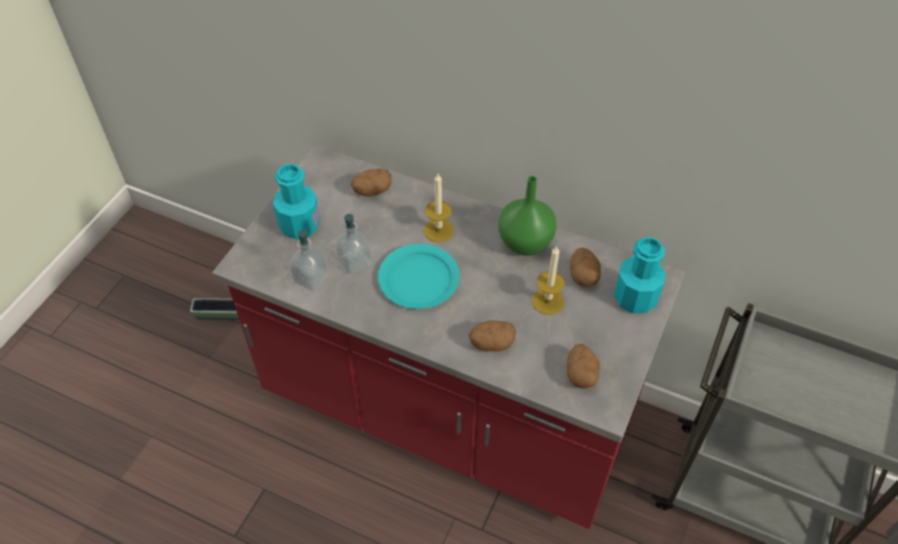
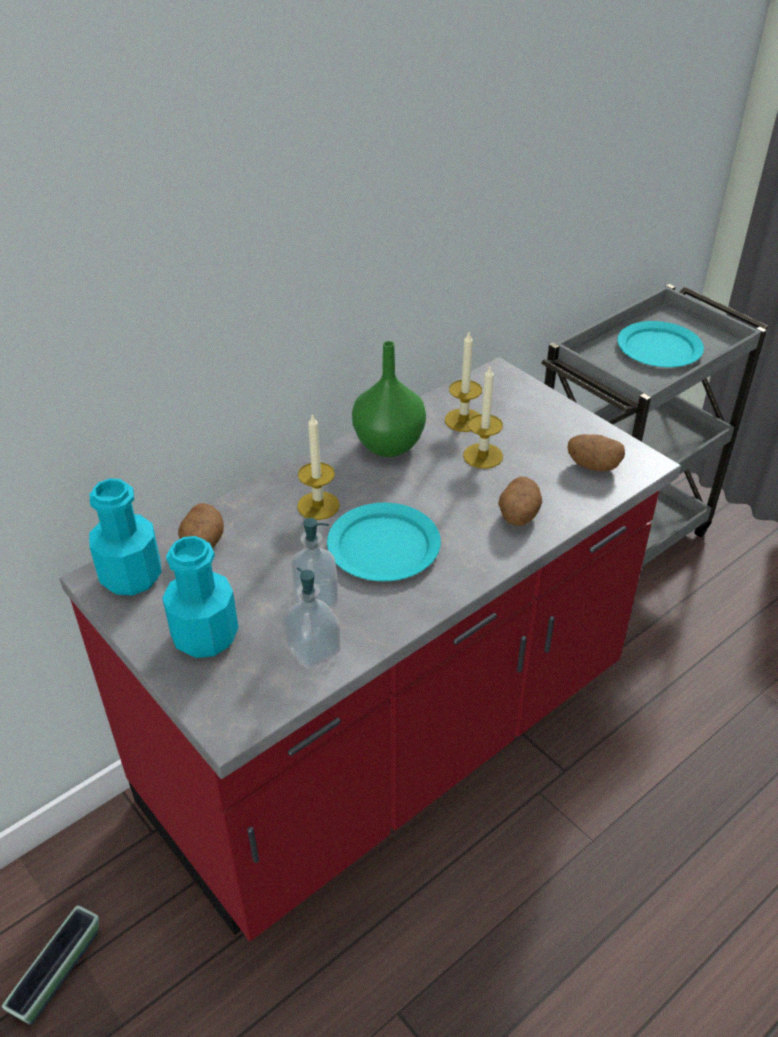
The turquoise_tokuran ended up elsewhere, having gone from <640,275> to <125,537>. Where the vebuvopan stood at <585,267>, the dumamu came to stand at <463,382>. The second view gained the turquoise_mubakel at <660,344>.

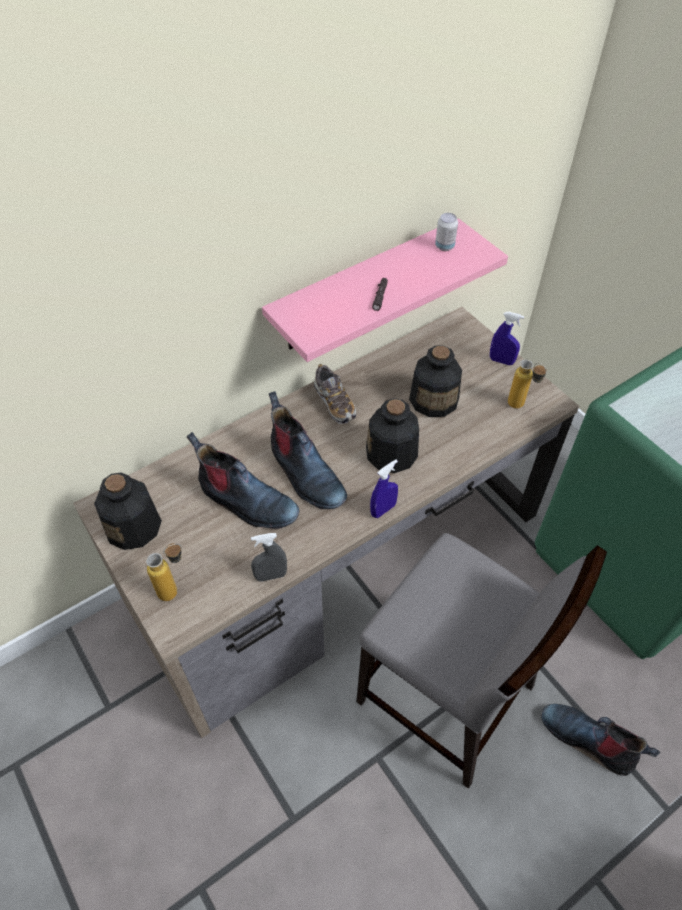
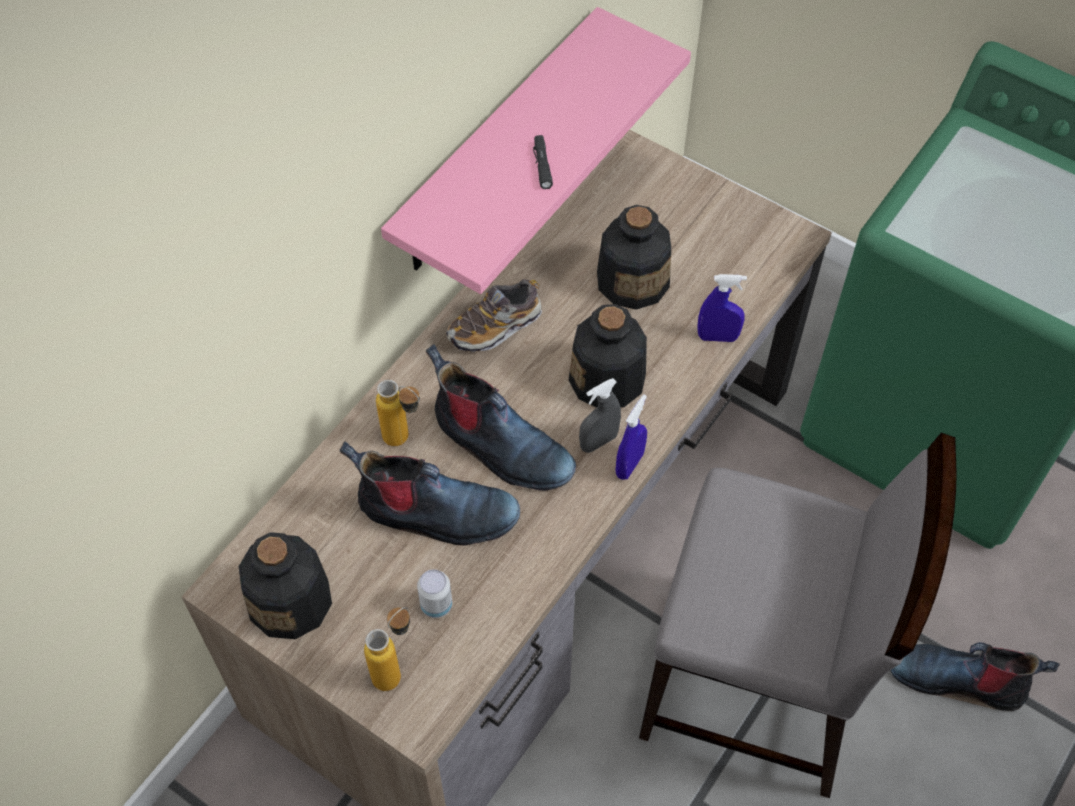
The tokuran ended up elsewhere, having gone from <527,384> to <398,413>. The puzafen ended up elsewhere, having gone from <446,232> to <434,593>. The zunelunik at <335,394> ended up facing another way, 105 degrees clockwise from before. The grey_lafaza ended up elsewhere, having gone from <269,557> to <600,415>. The blue_lafaza ended up elsewhere, having gone from <507,338> to <722,308>.

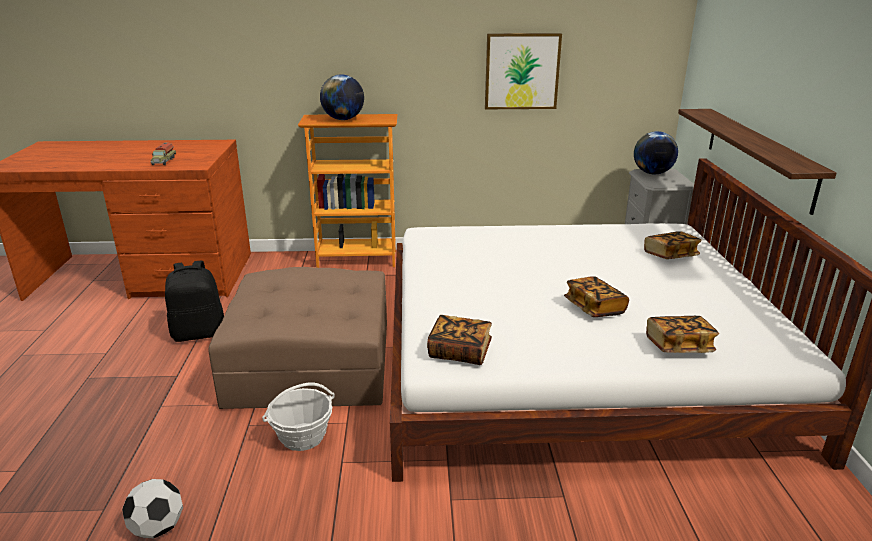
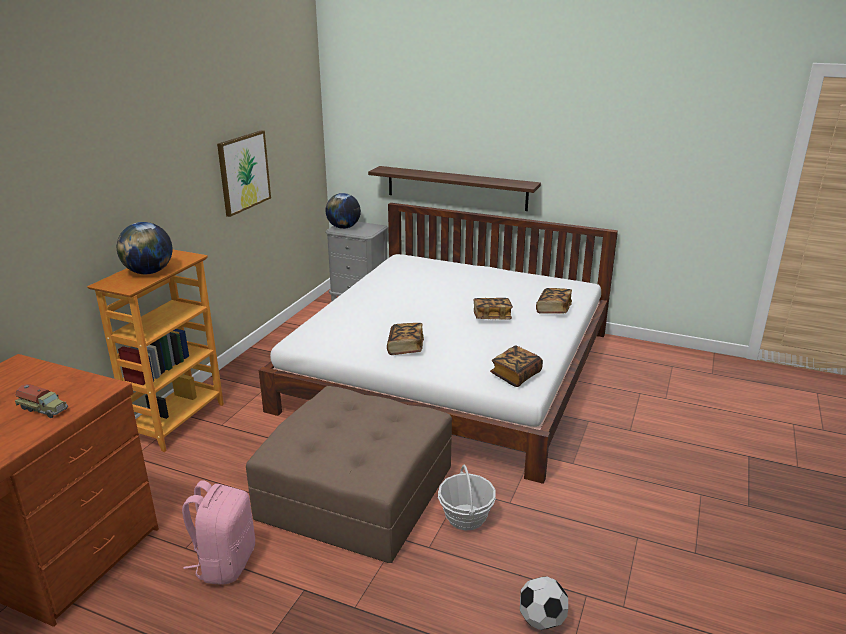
What was the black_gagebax at <194,301> turned into the pink_gagebax at <218,532>. The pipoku ended up elsewhere, having gone from <673,245> to <405,339>.

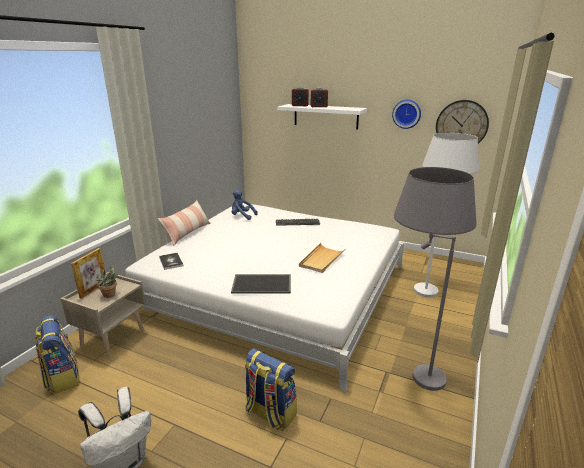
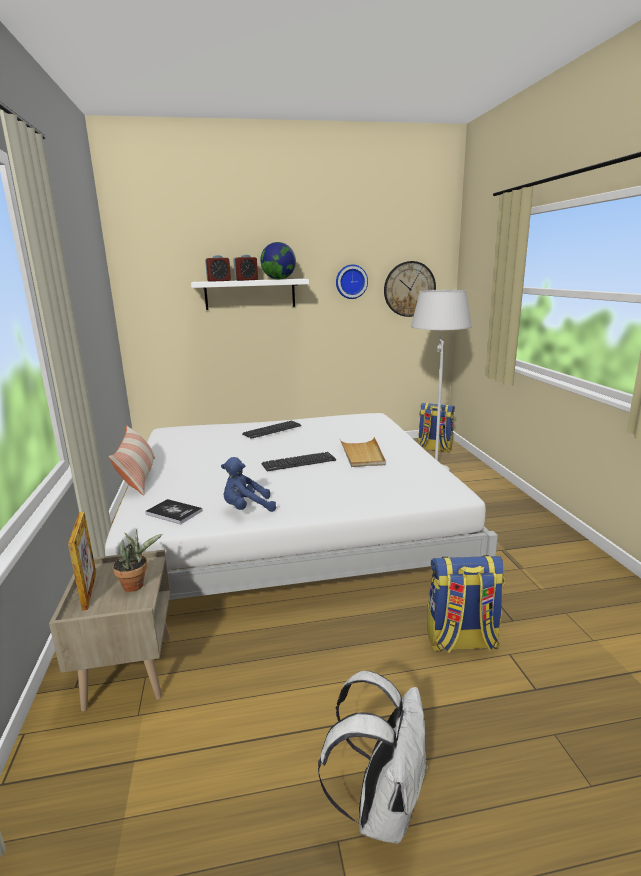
The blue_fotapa ended up elsewhere, having gone from <245,205> to <248,484>. The second view gained the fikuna at <278,260>. The second view gained the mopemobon at <299,461>. The gagebax ended up elsewhere, having gone from <57,354> to <436,428>. The second view lost the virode at <261,284>. The second view lost the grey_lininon at <435,279>.

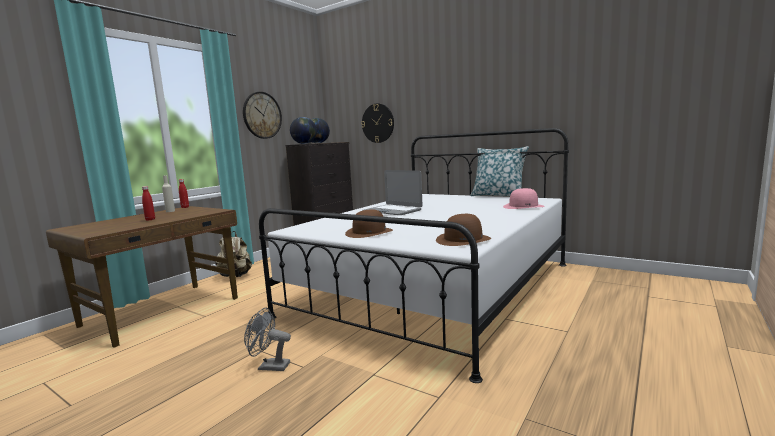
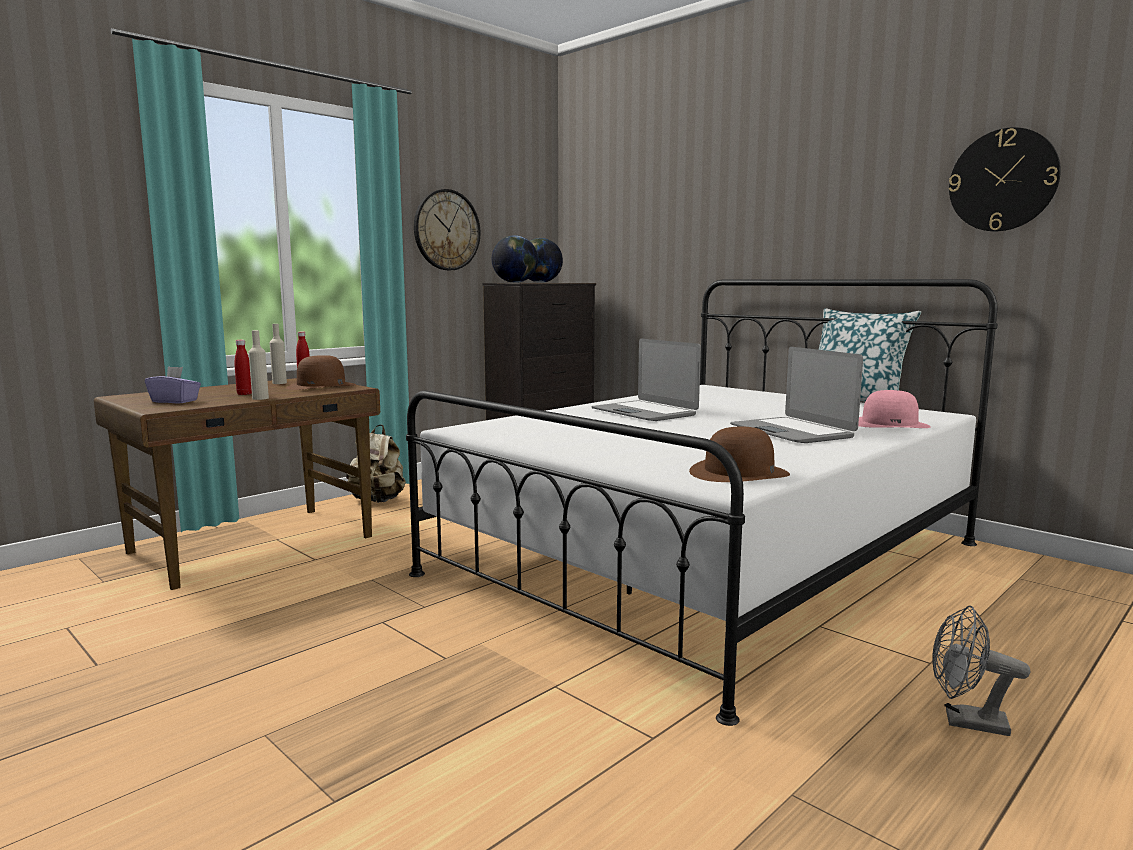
The second view gained the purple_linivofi at <173,385>. The second view gained the beige_tokuran at <259,365>. The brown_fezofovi ended up elsewhere, having gone from <369,223> to <321,372>. The second view gained the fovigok at <796,395>. The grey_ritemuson ended up elsewhere, having gone from <267,339> to <981,670>. The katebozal ended up elsewhere, having gone from <377,123> to <1005,179>.

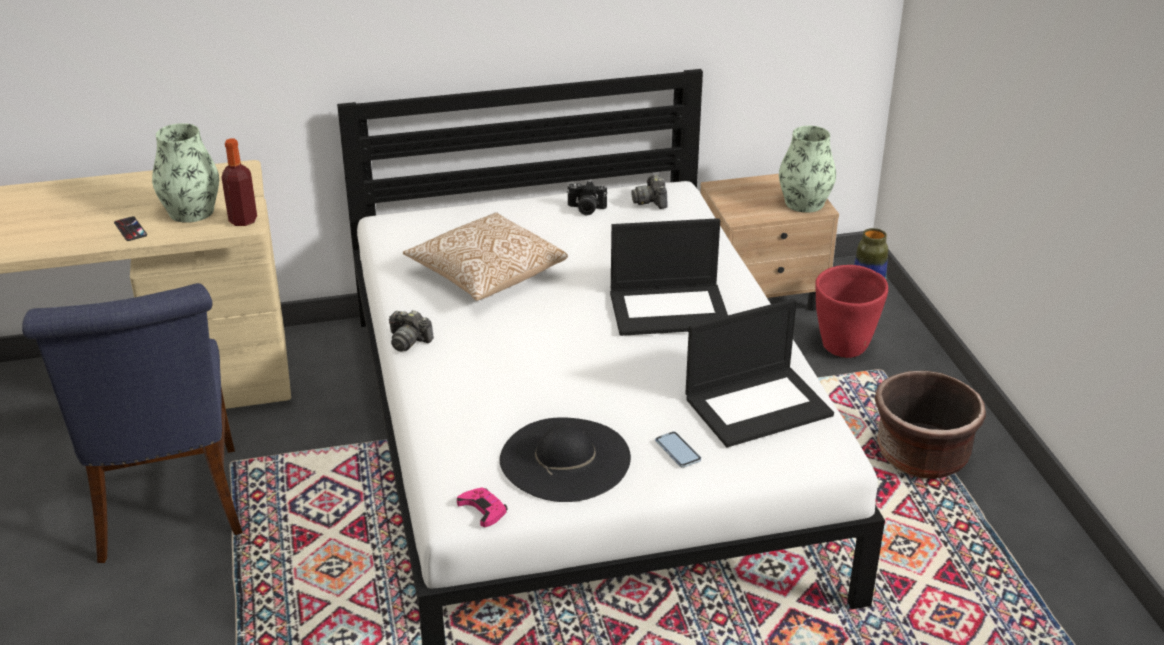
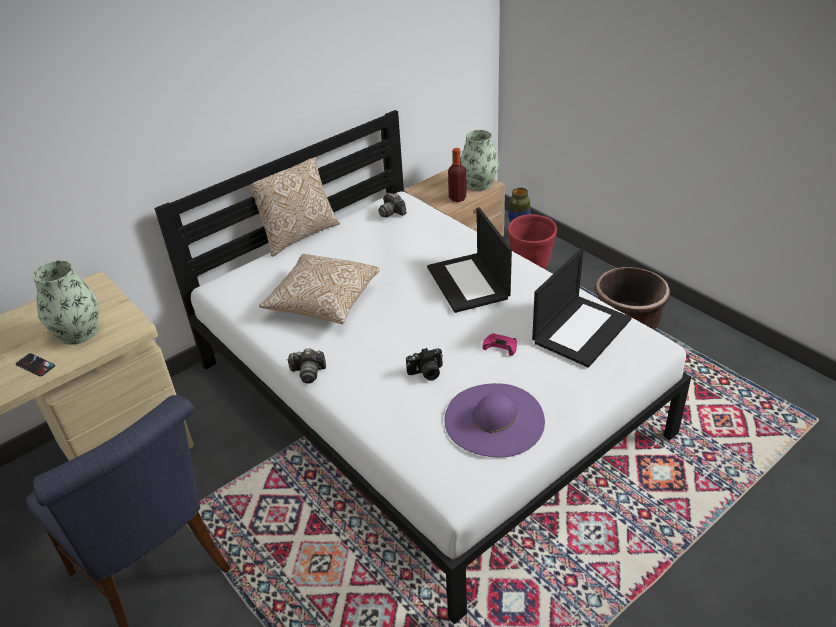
The second view gained the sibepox at <294,207>. The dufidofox ended up elsewhere, having gone from <587,198> to <424,364>. The fovigok at <669,277> ended up facing another way, 105 degrees clockwise from before. What was the black_fezofovi at <565,459> turned into the purple_fezofovi at <495,420>. The tokuran ended up elsewhere, having gone from <239,182> to <457,175>. The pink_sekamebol ended up elsewhere, having gone from <482,507> to <499,345>. The second view lost the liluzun at <678,449>.

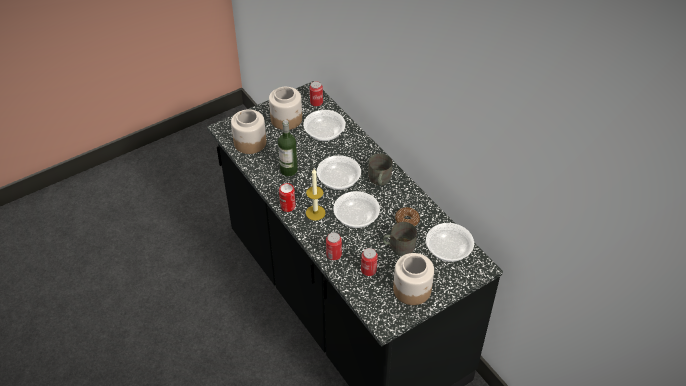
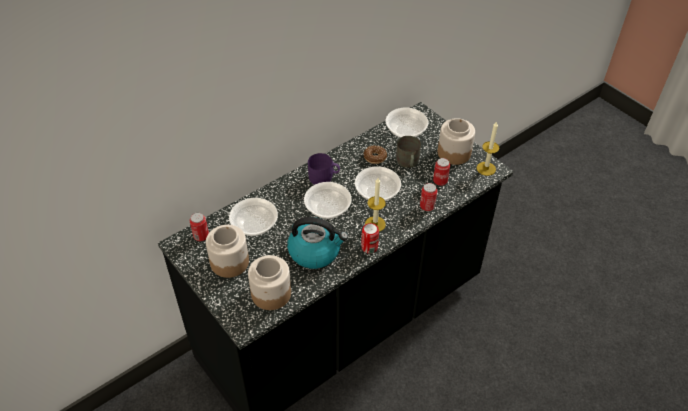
Where the tokuran stood at <288,148>, the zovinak came to stand at <317,243>. What was the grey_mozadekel at <380,169> turned into the purple_mozadekel at <324,169>. The second view gained the dumamu at <488,148>.

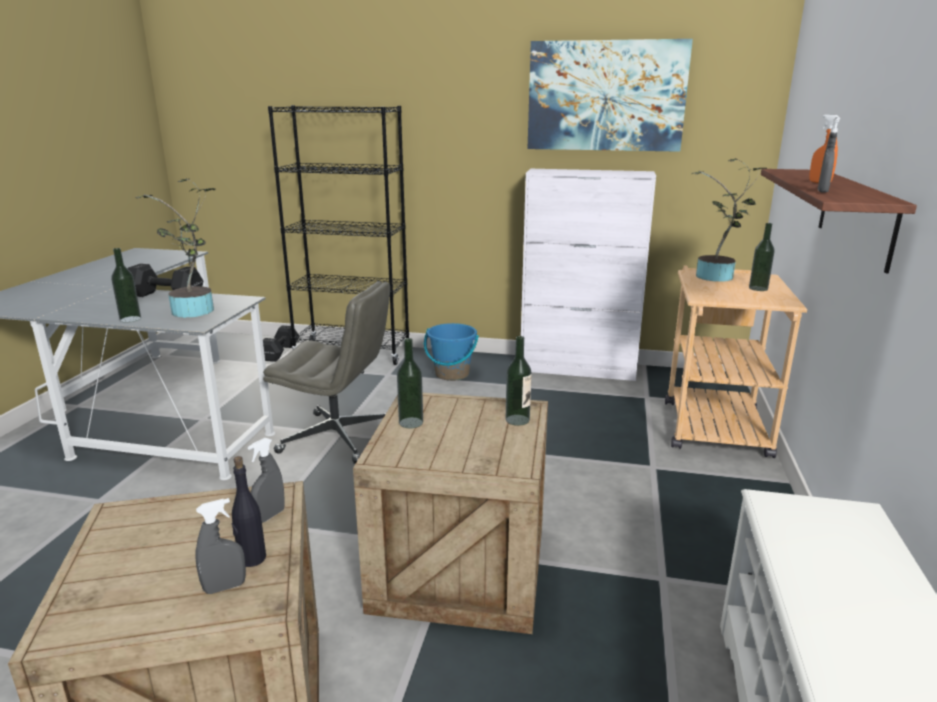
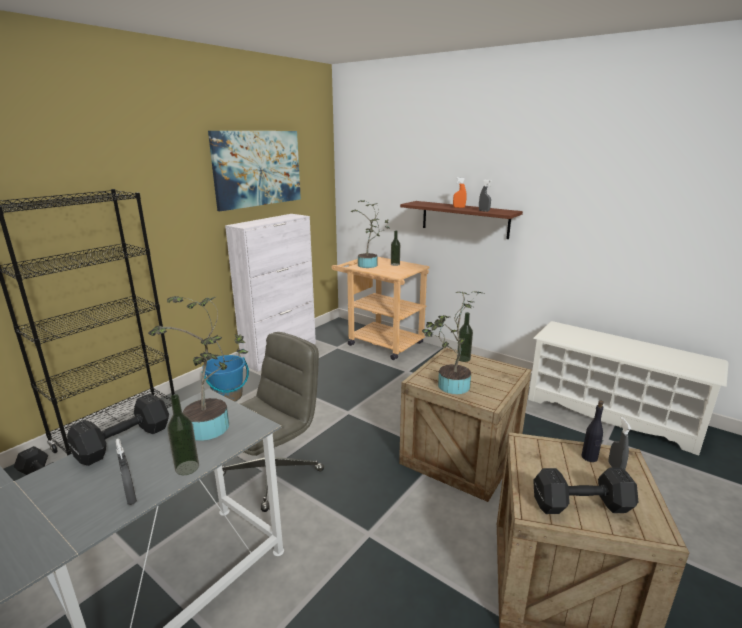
The grey_lafaza ended up elsewhere, having gone from <266,480> to <126,472>. Where the tokuran stood at <410,383>, the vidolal came to stand at <452,342>. The second view gained the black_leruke at <585,490>.

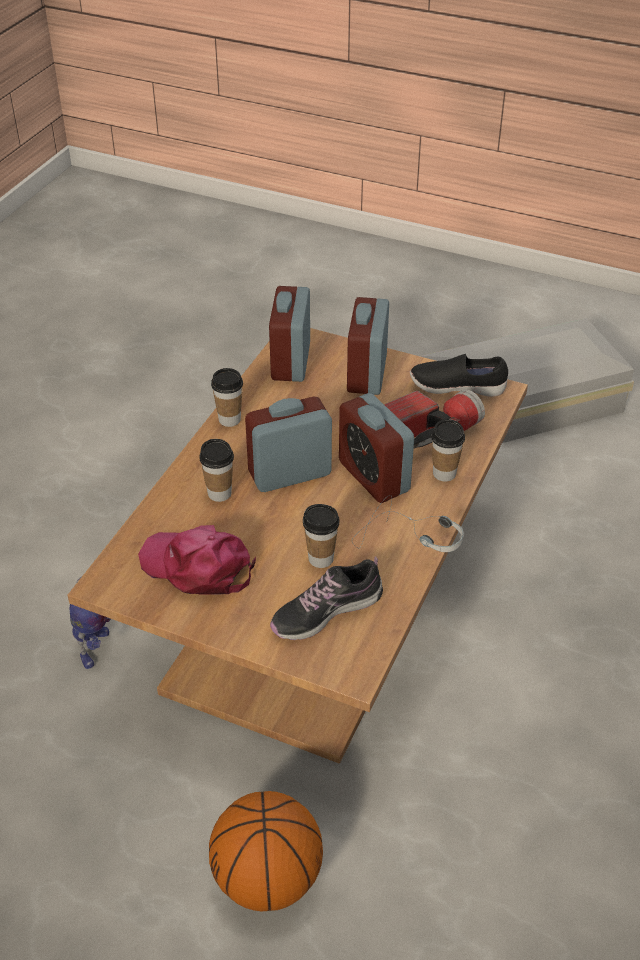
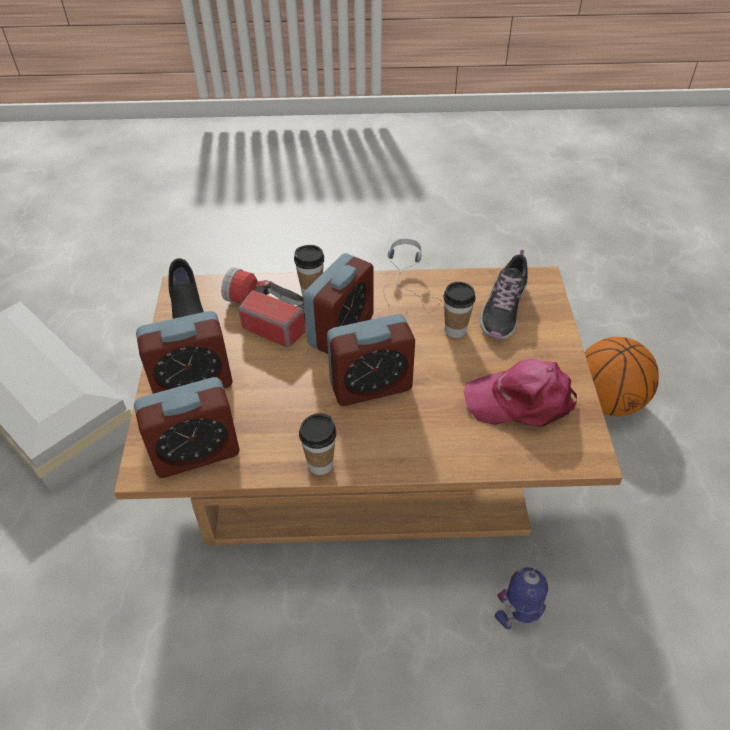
The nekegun at <288,444> ended up facing another way, 60 degrees counterclockwise from before. The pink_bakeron at <197,559> ended up facing another way, 90 degrees clockwise from before. The zunelunik at <326,598> ended up facing another way, 75 degrees clockwise from before. The second view lost the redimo at <216,470>.

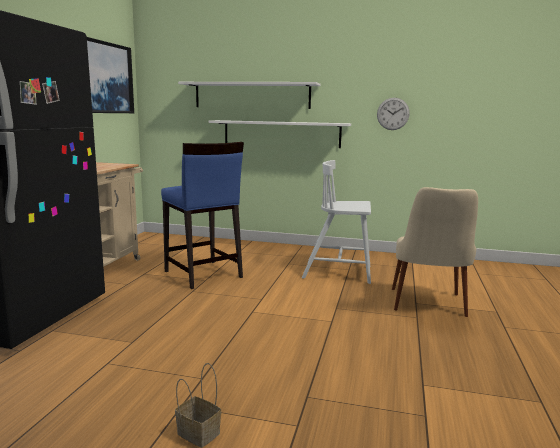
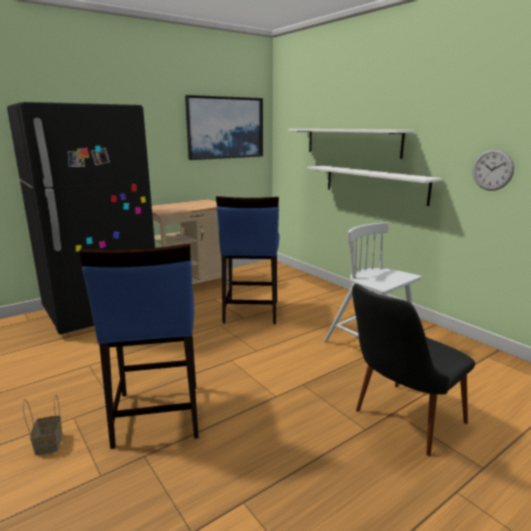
The second view gained the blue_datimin at <139,346>. What was the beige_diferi at <435,252> turned into the black_diferi at <413,370>.

